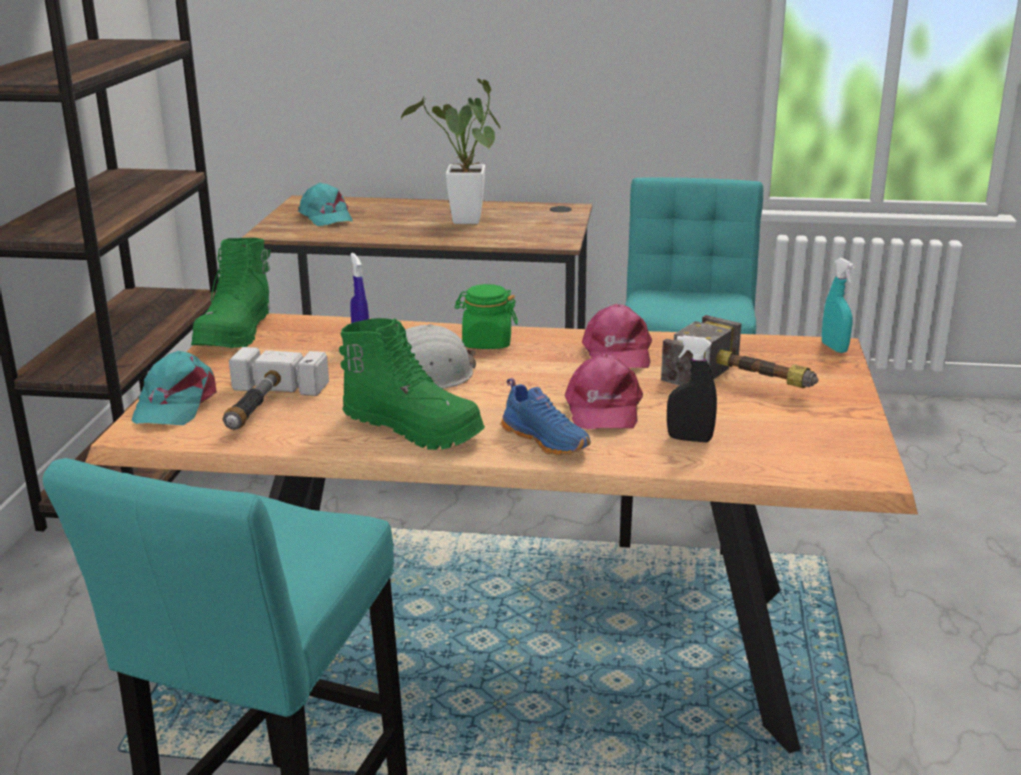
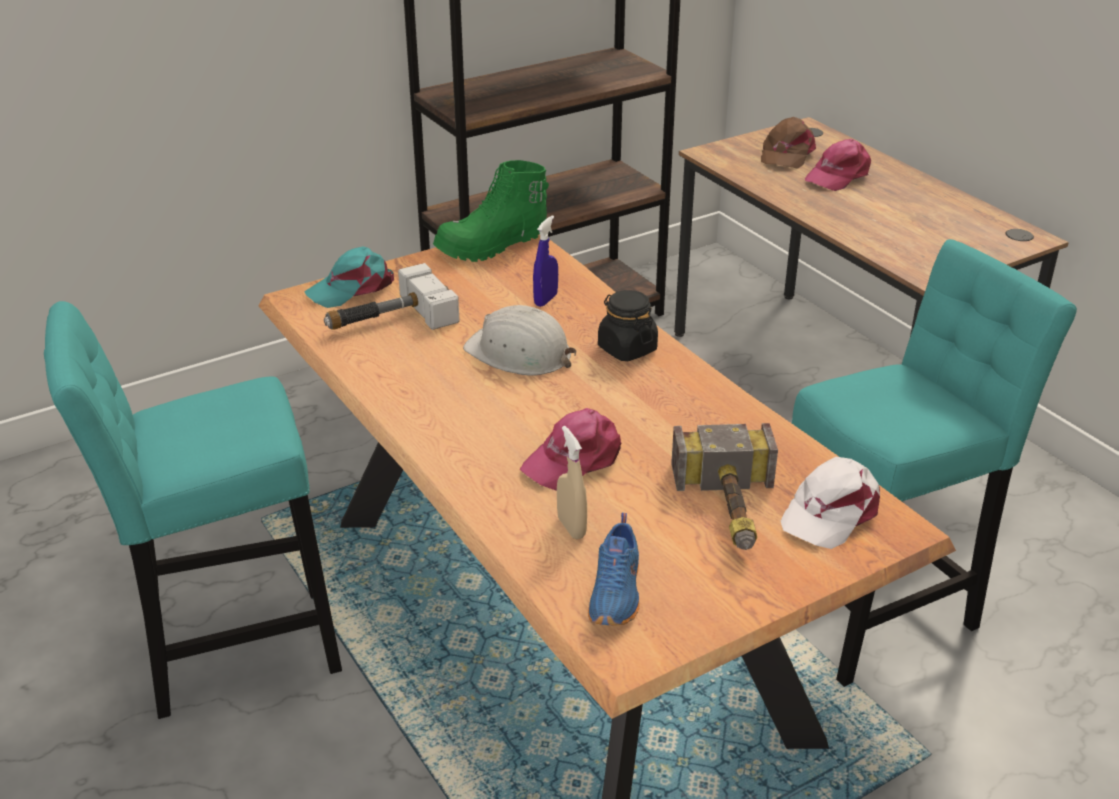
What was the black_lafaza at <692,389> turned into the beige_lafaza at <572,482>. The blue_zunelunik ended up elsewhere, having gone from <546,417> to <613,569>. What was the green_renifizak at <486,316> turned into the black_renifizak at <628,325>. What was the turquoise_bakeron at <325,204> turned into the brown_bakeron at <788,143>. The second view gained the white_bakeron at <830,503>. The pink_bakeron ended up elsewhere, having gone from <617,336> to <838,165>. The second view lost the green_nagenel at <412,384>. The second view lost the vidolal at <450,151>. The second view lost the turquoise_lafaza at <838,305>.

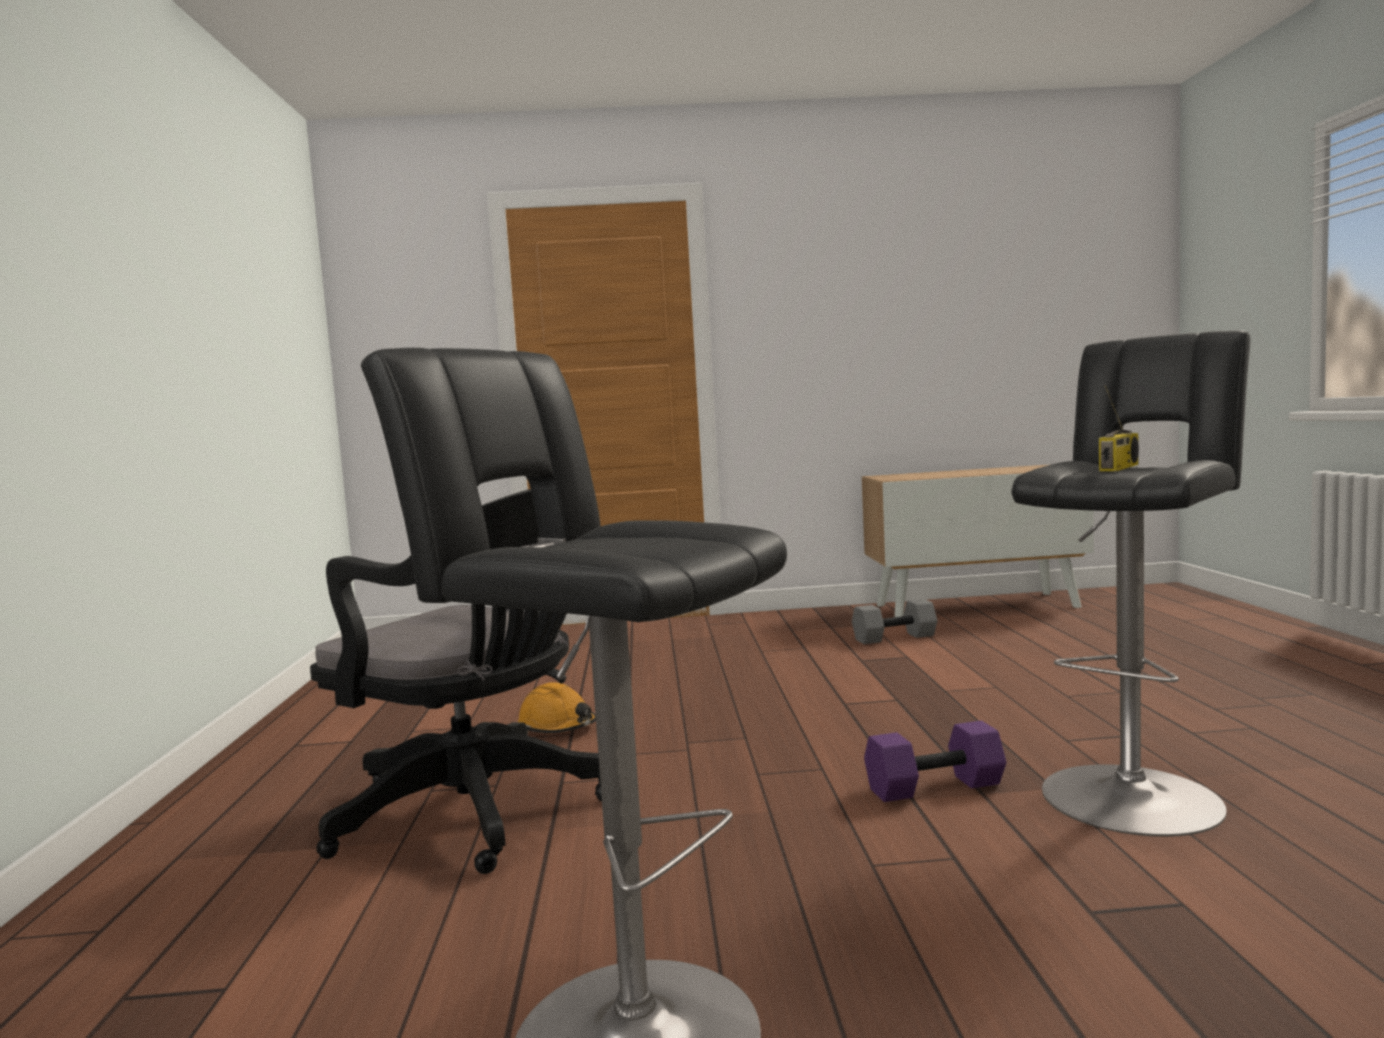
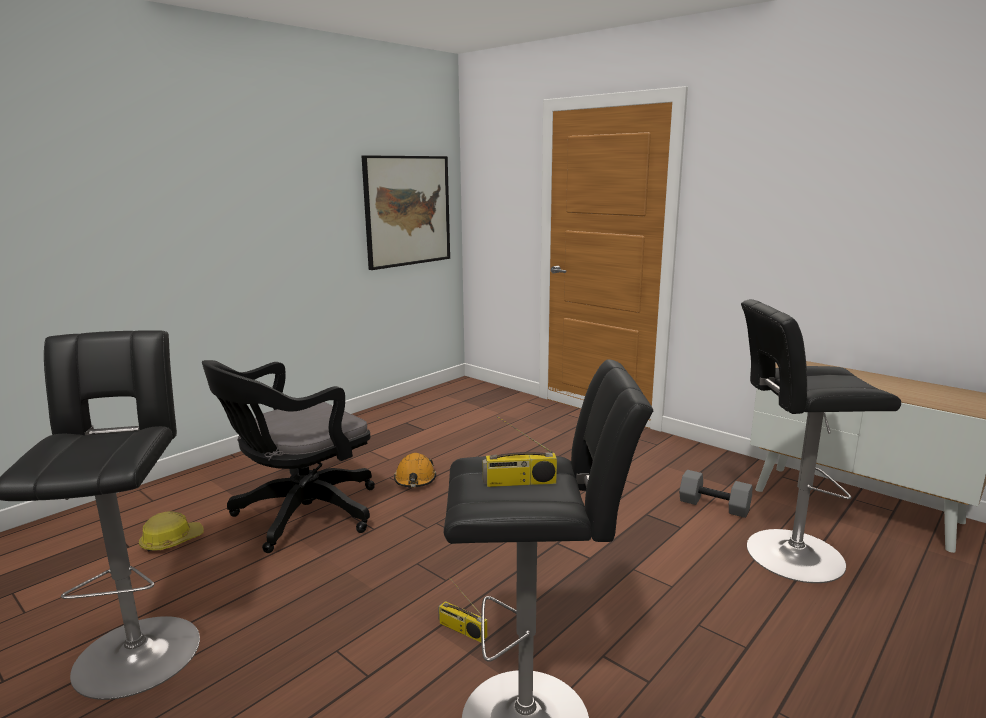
The second view gained the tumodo at <171,531>. The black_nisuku at <456,681> ended up facing another way, 60 degrees clockwise from before. The second view gained the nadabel at <406,212>. Where the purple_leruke stood at <935,761>, the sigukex came to stand at <462,610>. The second view gained the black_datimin at <821,441>.

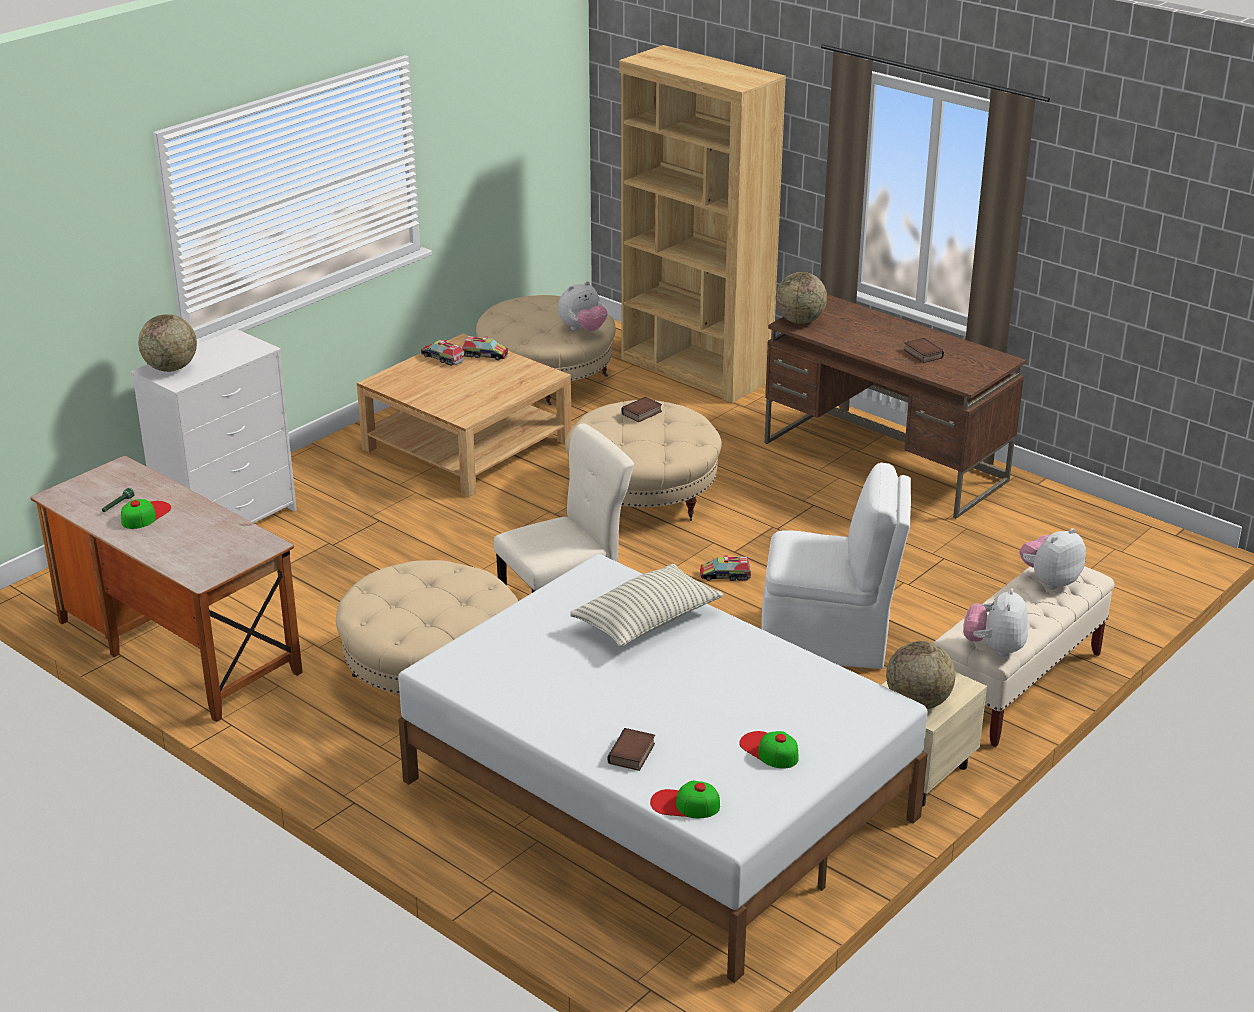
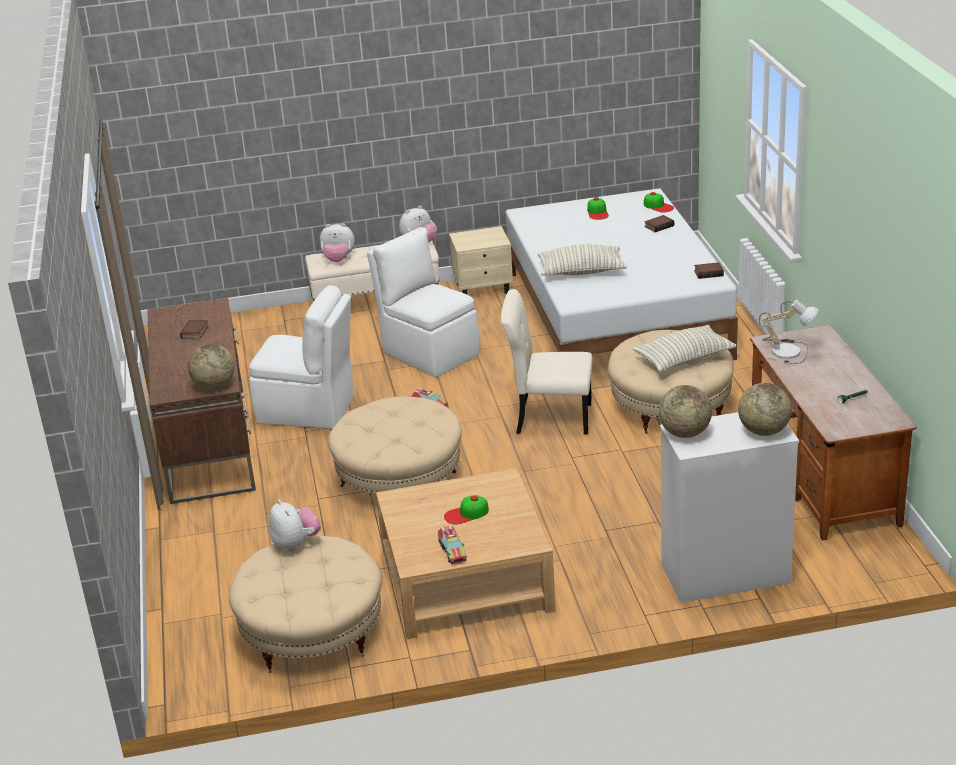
The second view gained the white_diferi at <301,357>. The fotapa at <582,306> ended up facing another way, 60 degrees clockwise from before. The bakeron ended up elsewhere, having gone from <146,514> to <466,510>. The second view gained the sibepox at <684,348>. The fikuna ended up elsewhere, having gone from <920,675> to <685,411>. The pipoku ended up elsewhere, having gone from <641,409> to <709,270>. The second view gained the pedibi at <789,331>. The second view lost the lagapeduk at <485,348>. The second view lost the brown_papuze at <702,224>.

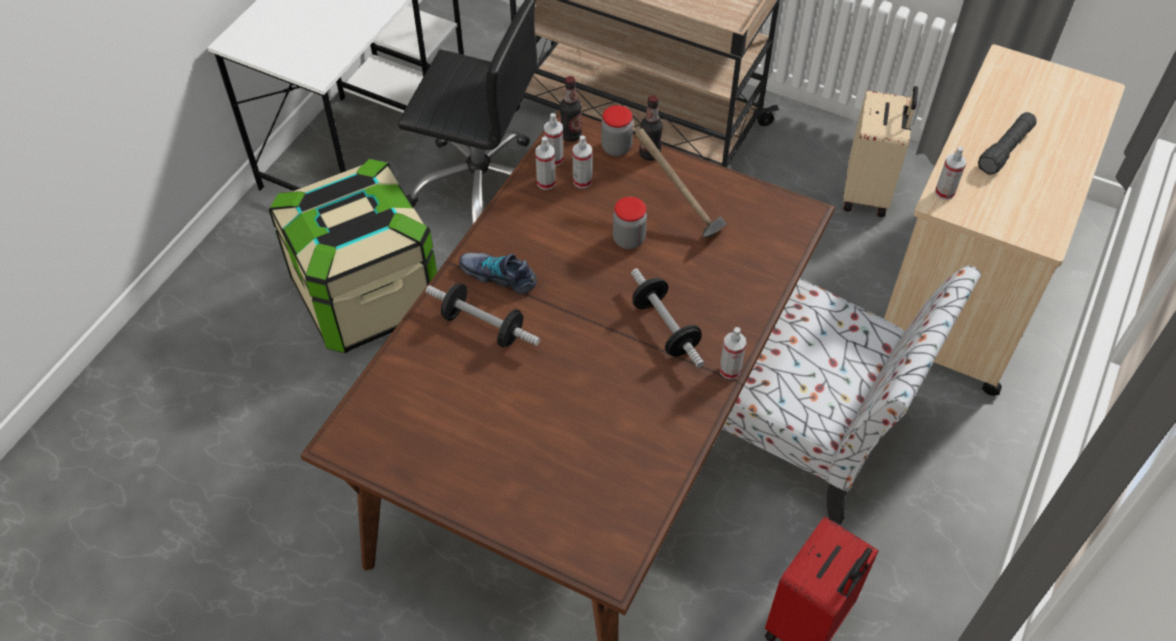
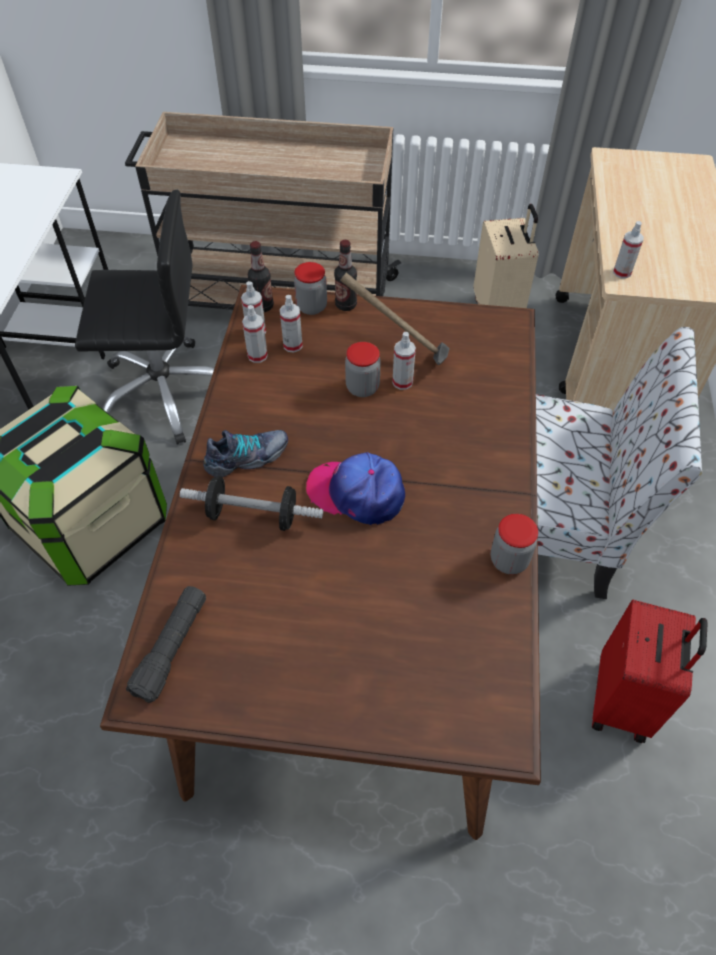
The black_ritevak ended up elsewhere, having gone from <1007,143> to <166,644>. The zunelunik at <498,273> ended up facing another way, 150 degrees clockwise from before. The second view gained the bakeron at <355,488>. The lafaza ended up elsewhere, having gone from <733,353> to <404,361>. The second view gained the renifizak at <514,544>. The second view lost the leruke at <667,318>.

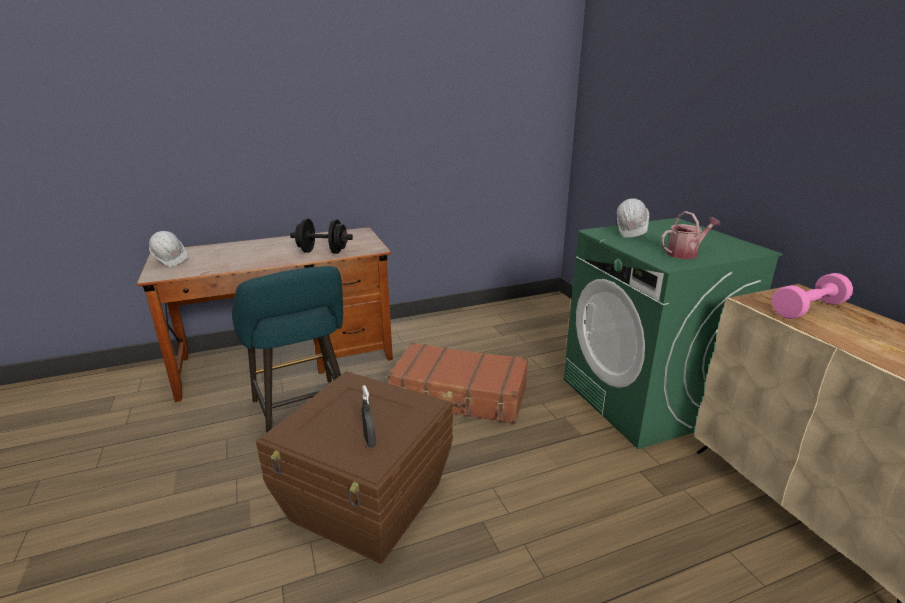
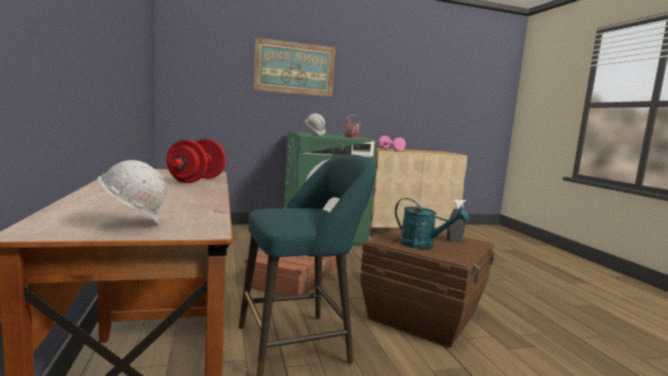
What was the black_leruke at <321,236> turned into the red_leruke at <196,161>. The second view gained the nadabel at <294,67>. The second view gained the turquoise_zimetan at <432,223>.

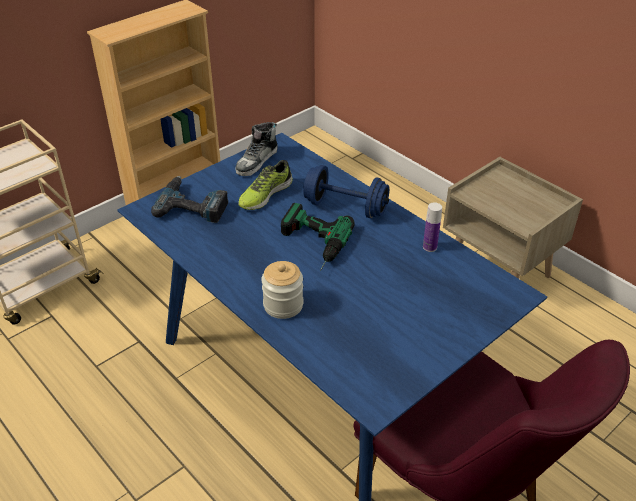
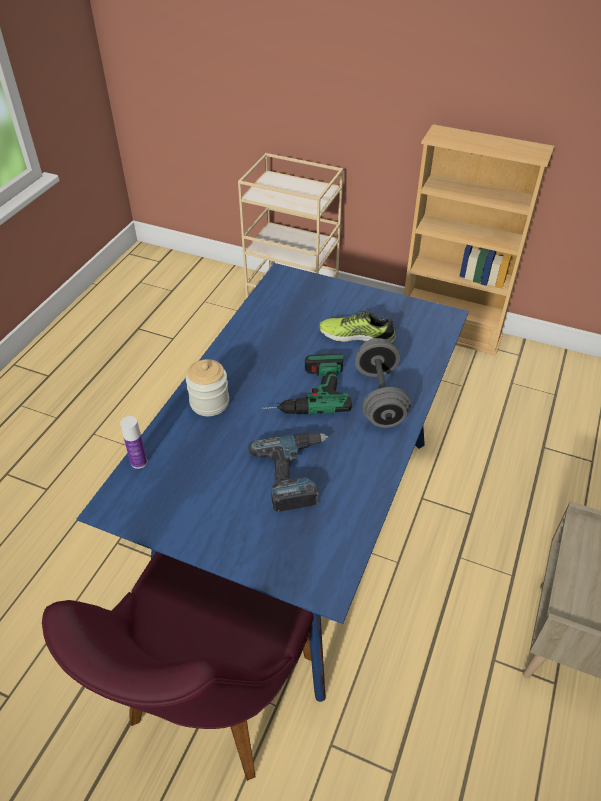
The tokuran ended up elsewhere, having gone from <432,227> to <133,442>. The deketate ended up elsewhere, having gone from <189,199> to <288,472>. What was the blue_leruke at <346,191> turned into the grey_leruke at <383,383>. The second view lost the zunelunik at <256,149>.

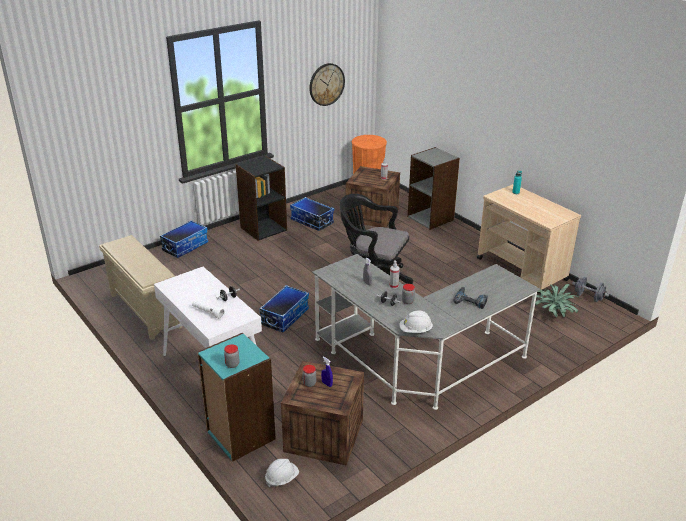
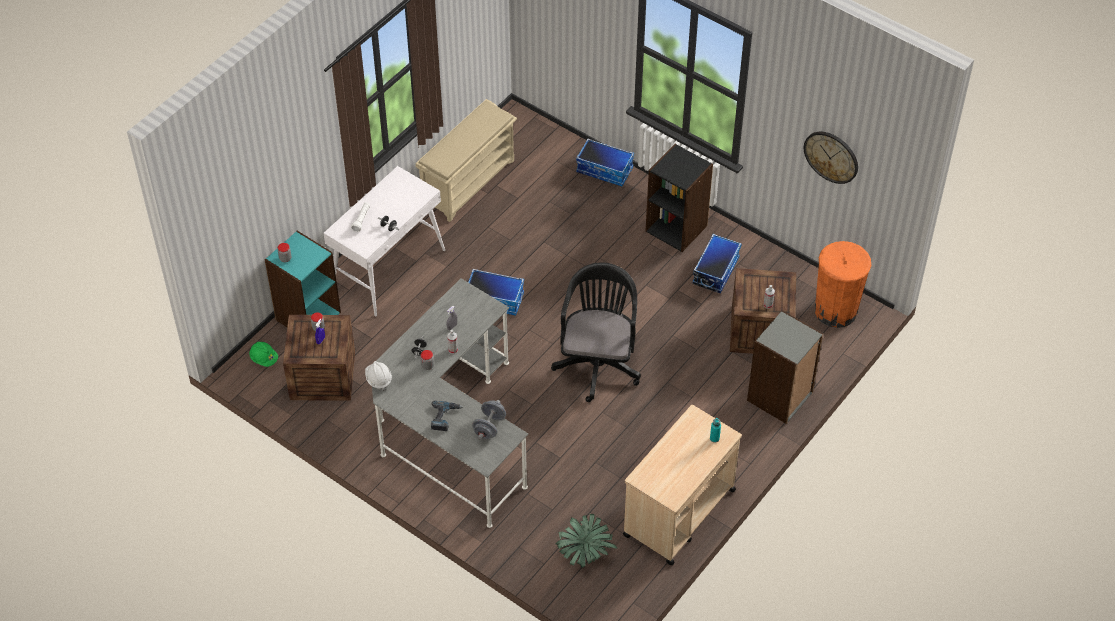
What was the white_tumodo at <282,473> turned into the green_tumodo at <263,354>. The grey_leruke ended up elsewhere, having gone from <590,289> to <489,420>.

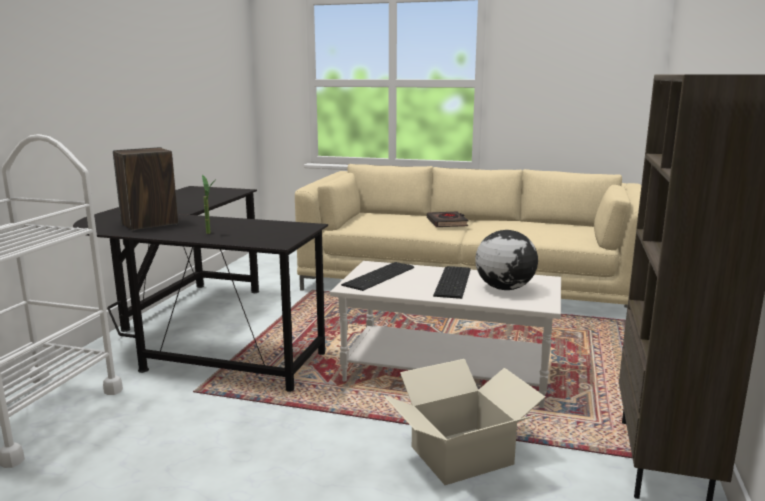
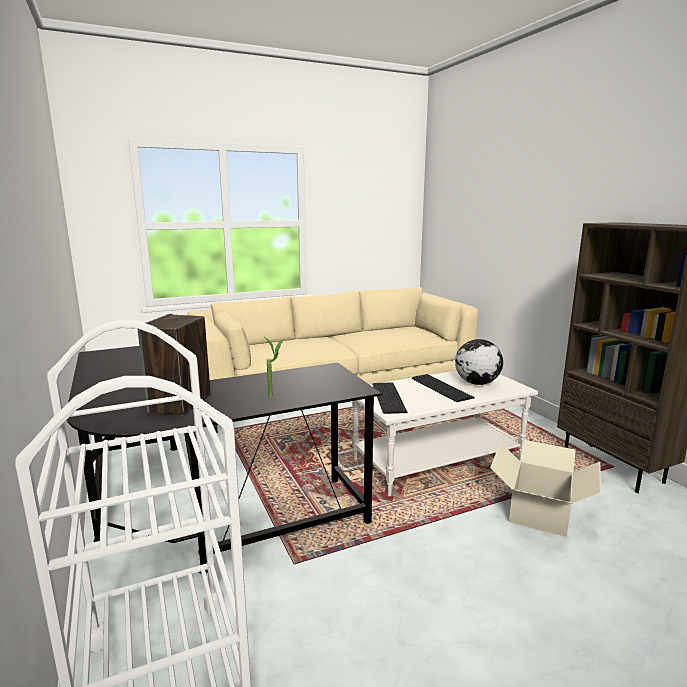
The second view lost the black_pipoku at <448,219>.

